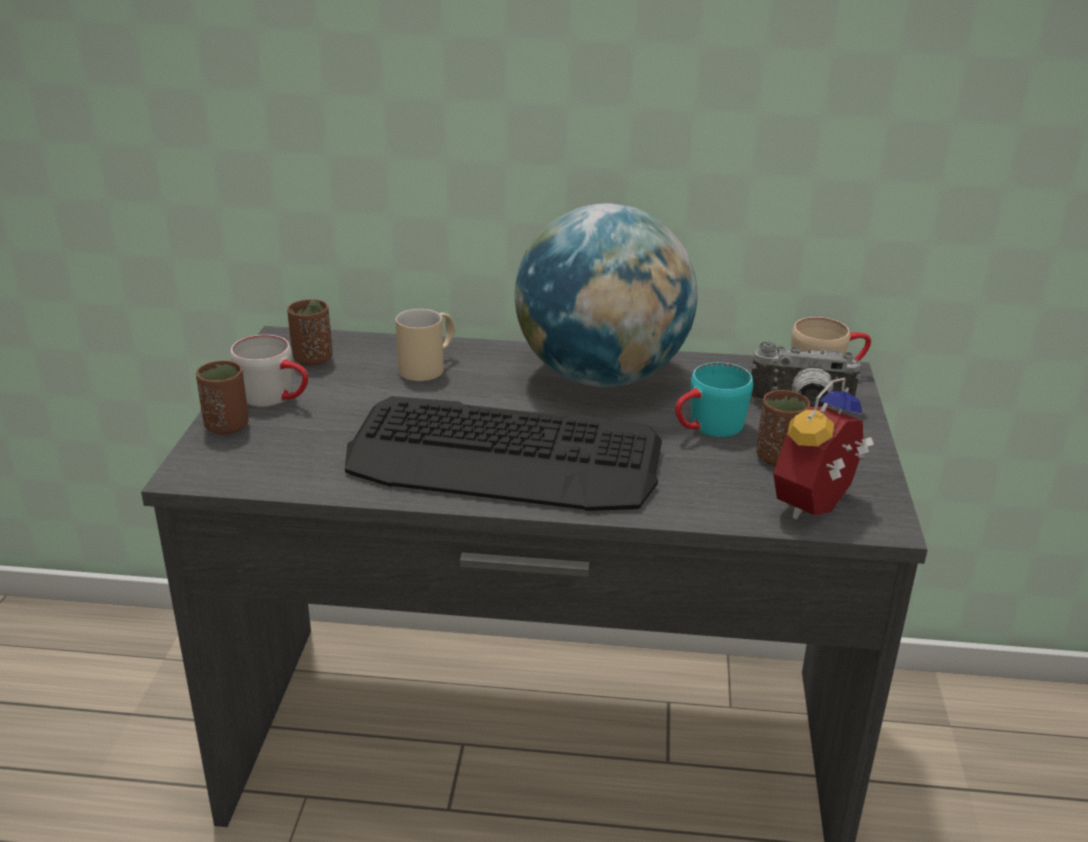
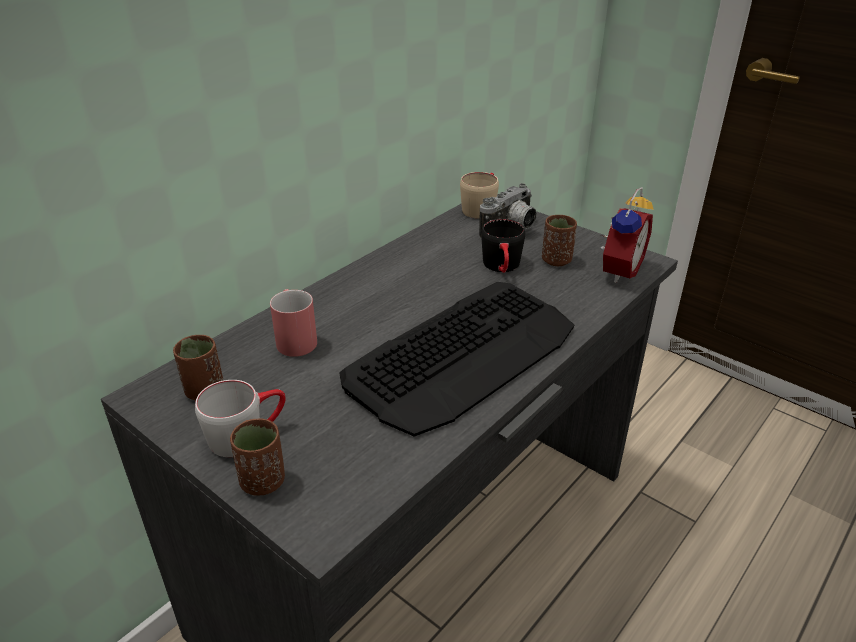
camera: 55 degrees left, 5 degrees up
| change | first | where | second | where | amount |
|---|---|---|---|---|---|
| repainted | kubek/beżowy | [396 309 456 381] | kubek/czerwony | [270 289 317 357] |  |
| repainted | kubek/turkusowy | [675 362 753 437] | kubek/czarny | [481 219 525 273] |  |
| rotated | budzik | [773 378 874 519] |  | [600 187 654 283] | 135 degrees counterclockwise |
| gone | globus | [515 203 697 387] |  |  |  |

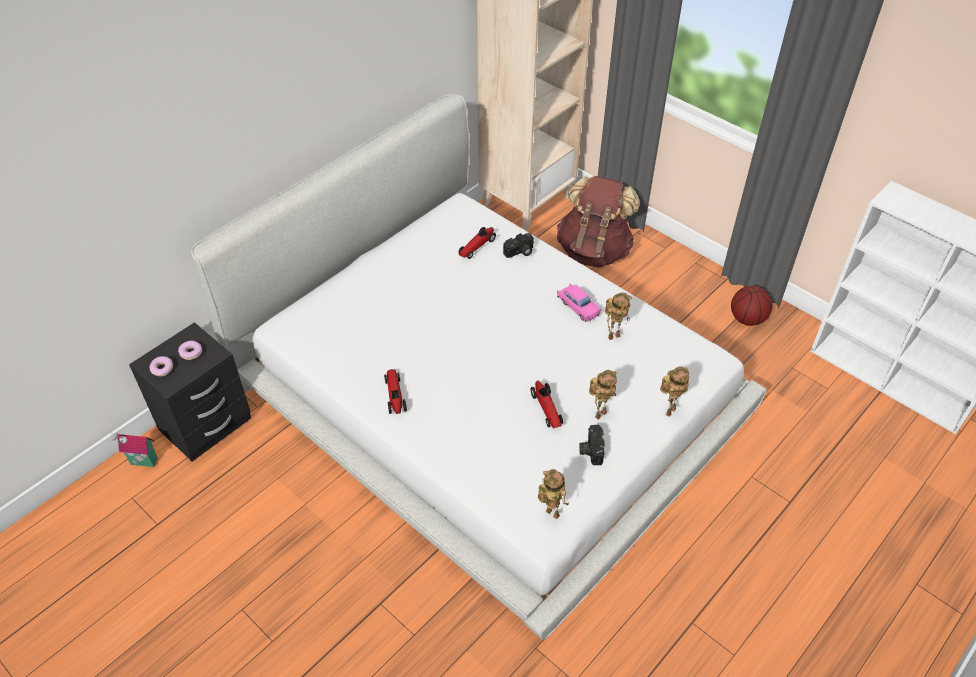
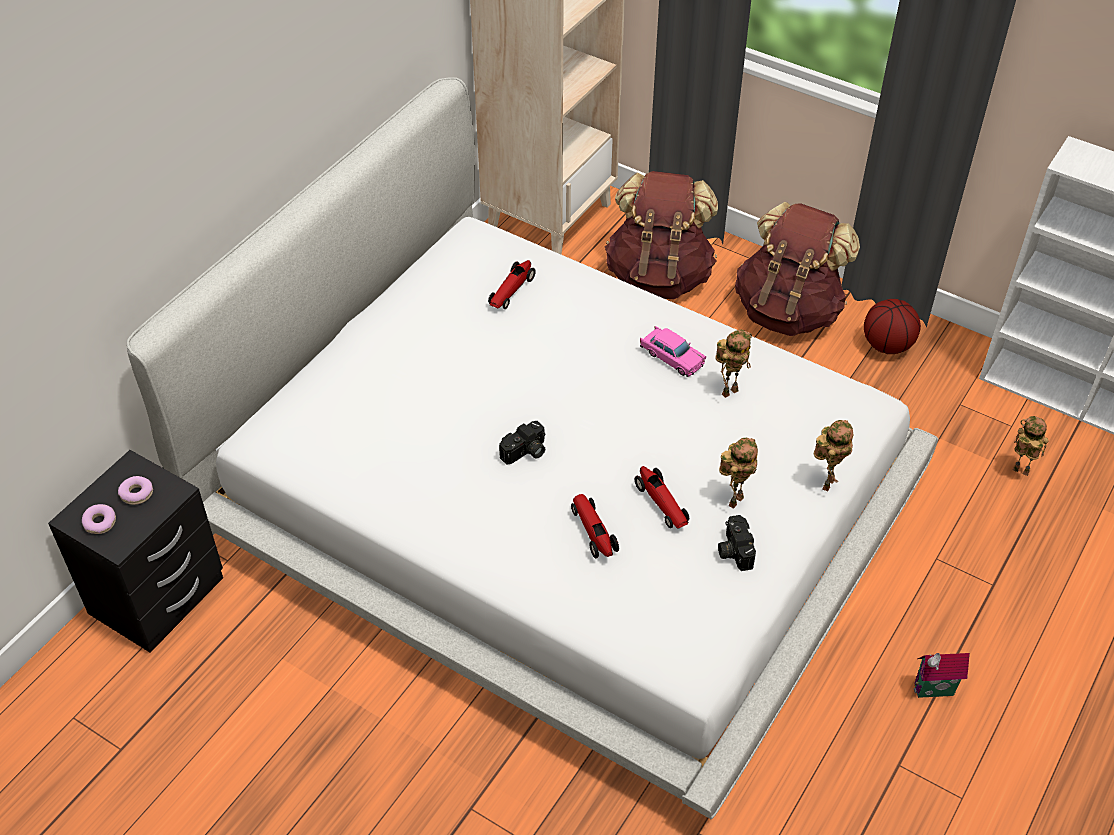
camera: 10 degrees left, 0 degrees up
| change | first | where | second | where | amount |
|---|---|---|---|---|---|
| shifted | aparat fotograficzny | [503 233 534 258] |  | [499 421 545 465] |  |
| shifted | samochodzik | [384 369 407 414] |  | [571 494 619 558] |  |
| new |  |  | plecak/brązowy | [735 202 860 336] |  |
| shifted | domek | [111 433 158 467] |  | [914 653 970 698] |  |
| shifted | robot zabawkowy | [538 469 569 519] |  | [1013 416 1049 476] |  |

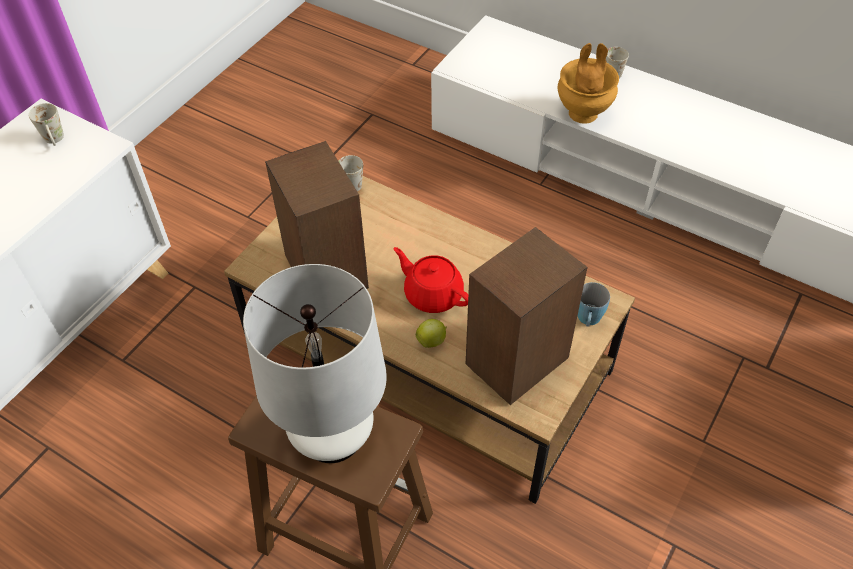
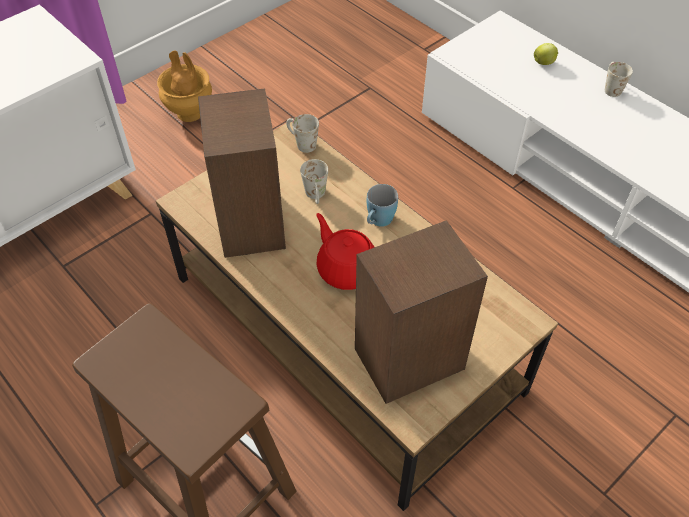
camera: 15 degrees right, 0 degrees up
| change | first | where | second | where | amount |
|---|---|---|---|---|---|
| shifted | wazon/brązowy | [558 43 619 124] |  | [157 50 212 122] |  |
| shifted | kubek/biały | [28 103 64 146] |  | [300 159 328 204] |  |
| shifted | kubek/niebieski | [578 282 610 327] |  | [367 184 398 227] |  |
| shifted | jabłko | [416 319 447 348] |  | [534 43 559 65] |  |
| gone | lampa stołowa/biały | [243 264 387 463] |  |  |  |

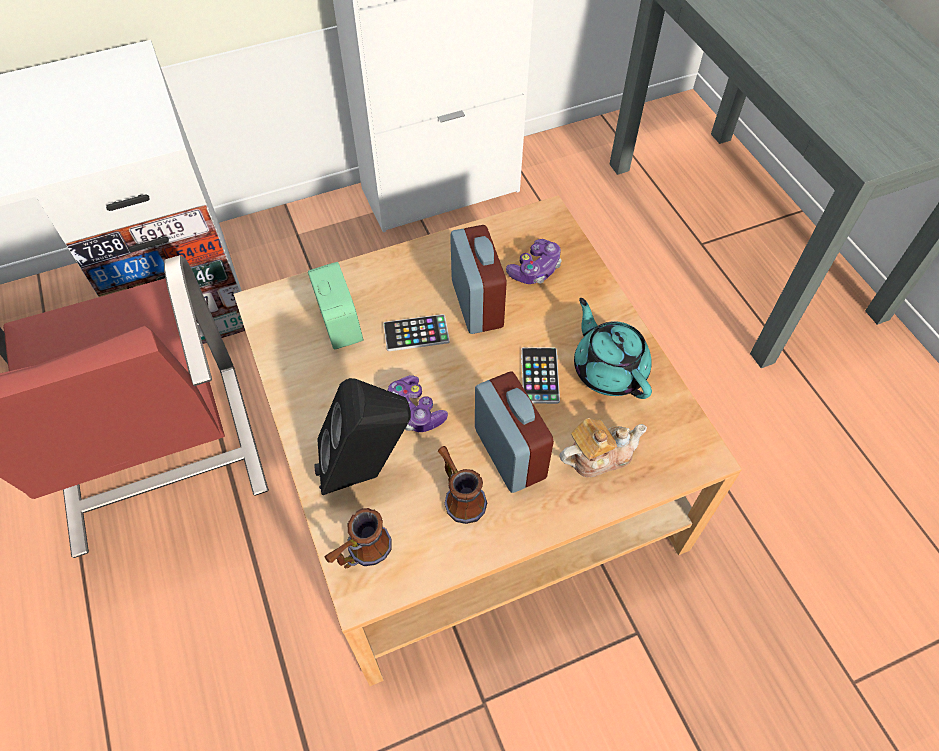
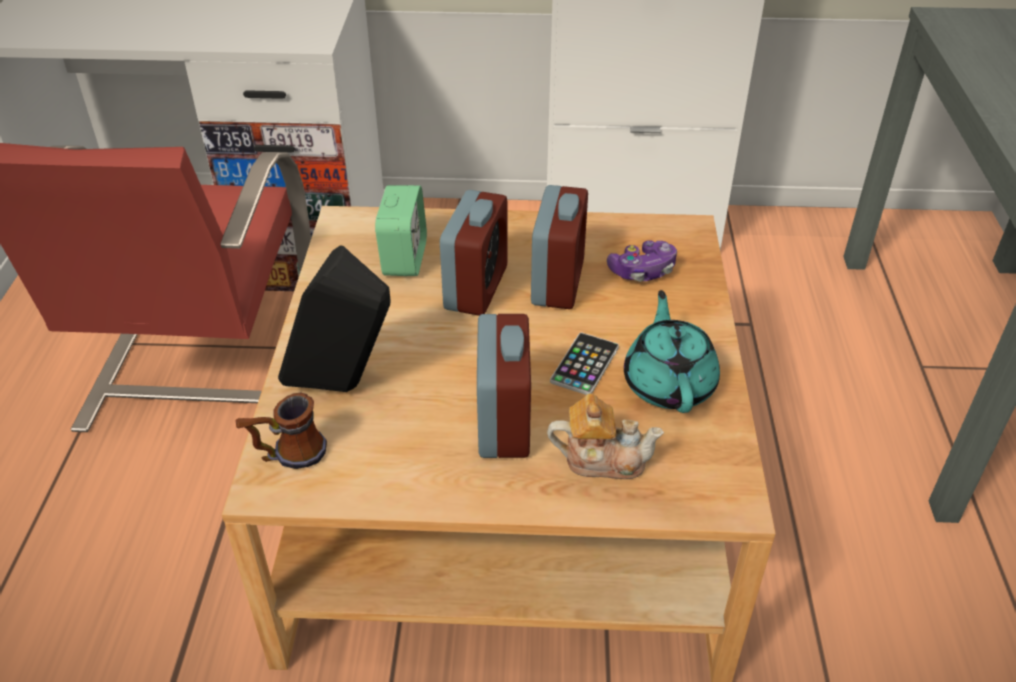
camera: 25 degrees right, 15 degrees down
| change | first | where | second | where | amount |
|---|---|---|---|---|---|
| swapped | telefon | [383 314 450 351] | budzik | [440 190 508 316] |  |
| gone | pad do gier | [388 375 448 432] |  |  |  |
| gone | kubek | [438 446 487 524] |  |  |  |

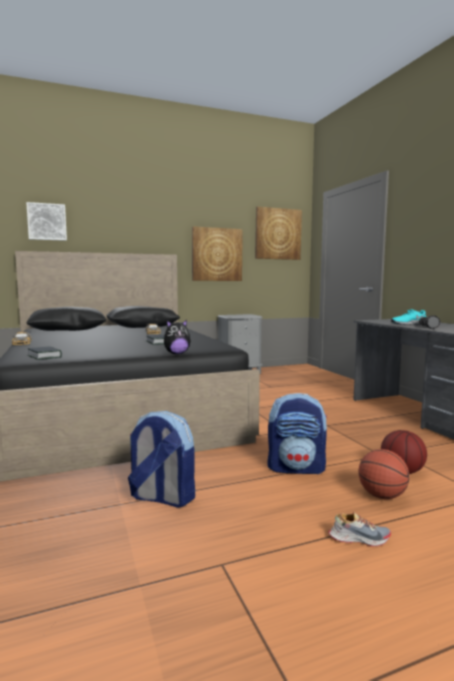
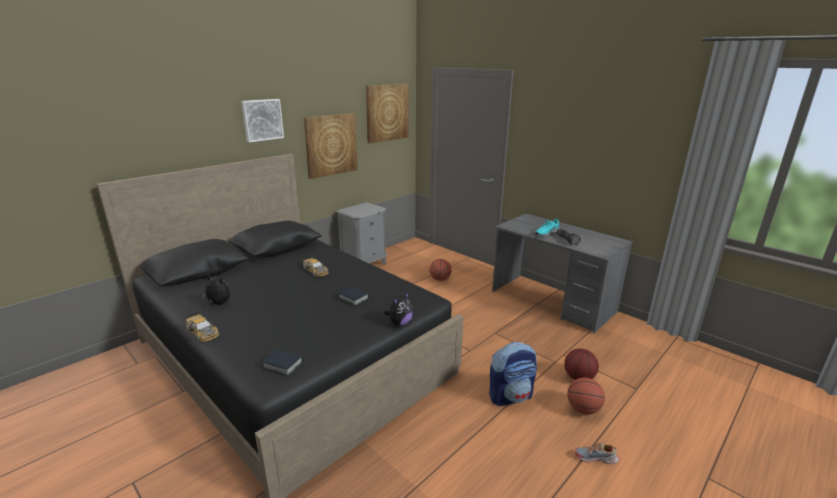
camera: 25 degrees left, 15 degrees up
| change | first | where | second | where | amount |
|---|---|---|---|---|---|
| new |  |  | pluszak | [201 275 230 306] |  |
| shifted | obraz | [26 202 67 241] |  | [241 99 284 142] |  |
| new |  |  | piłka do koszykówki | [429 259 452 281] |  |
| rotated | but | [328 512 391 547] |  | [575 442 619 464] | 150 degrees counterclockwise |
| gone | plecak | [128 411 195 507] |  |  |  |

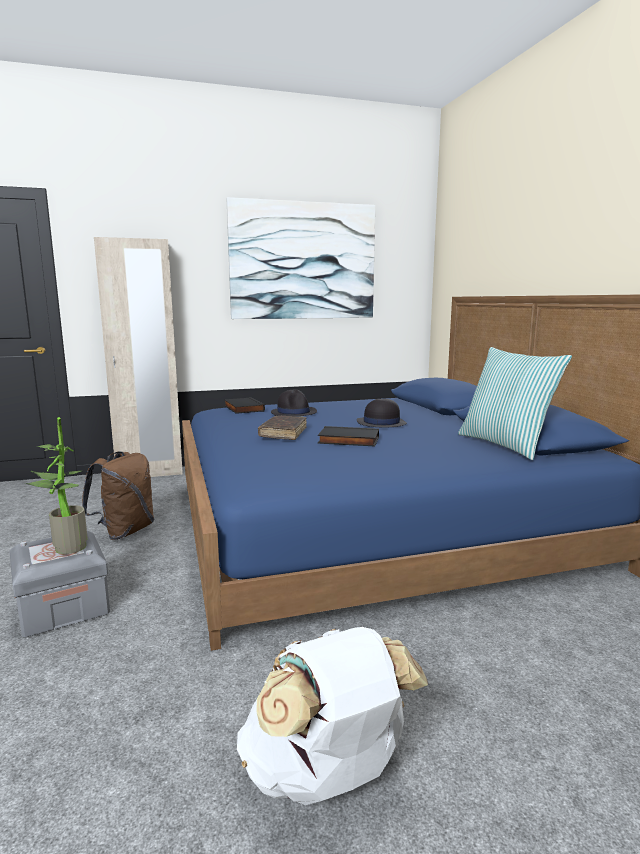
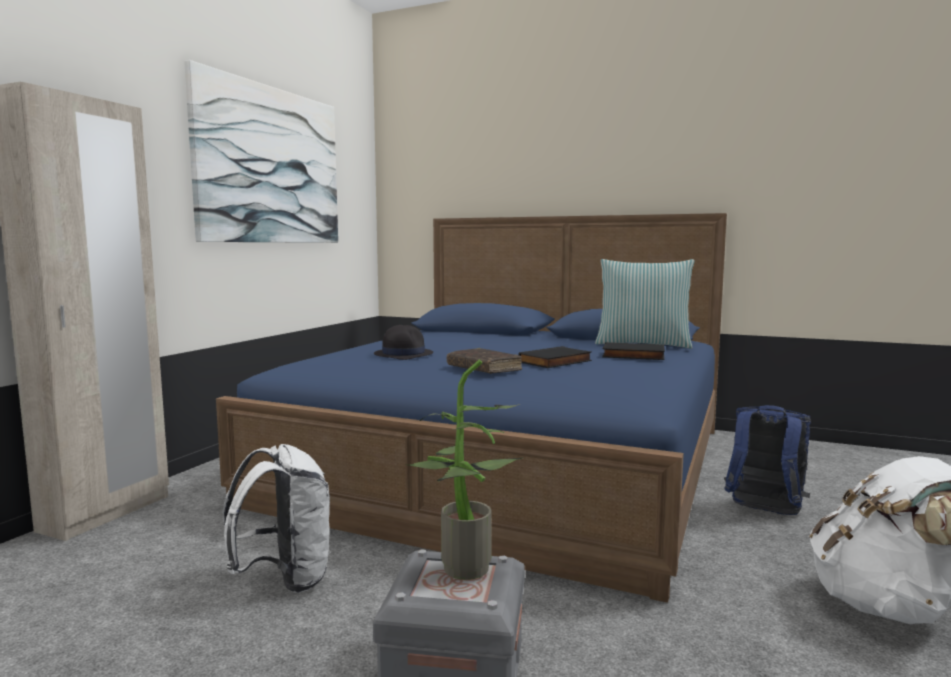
camera: 50 degrees left, 5 degrees down
| change | first | where | second | where | amount |
|---|---|---|---|---|---|
| repainted | plecak/brązowy | [82 451 154 540] | plecak/biały | [223 444 331 593] |  |
| shifted | książka/czarny | [224 397 265 414] |  | [602 342 665 360] |  |
| new |  |  | plecak/niebieski | [724 405 811 515] |  |
| gone | kapelusz/czarny | [356 398 407 427] |  |  |  |

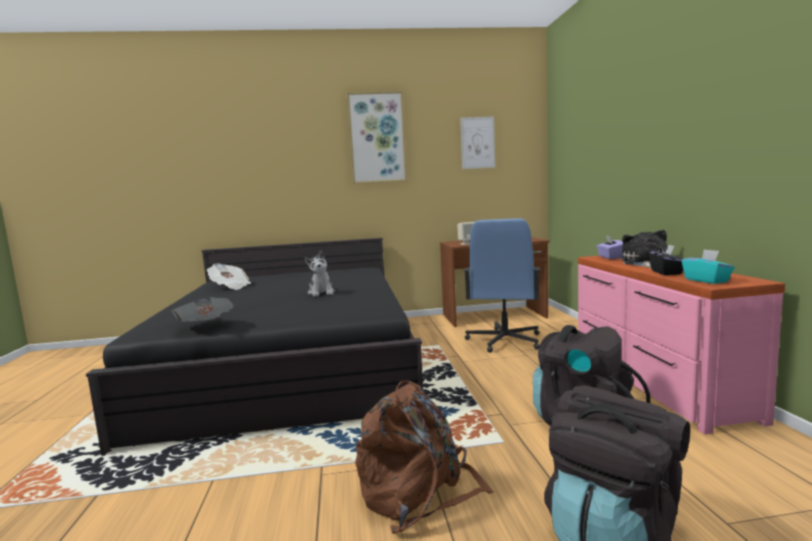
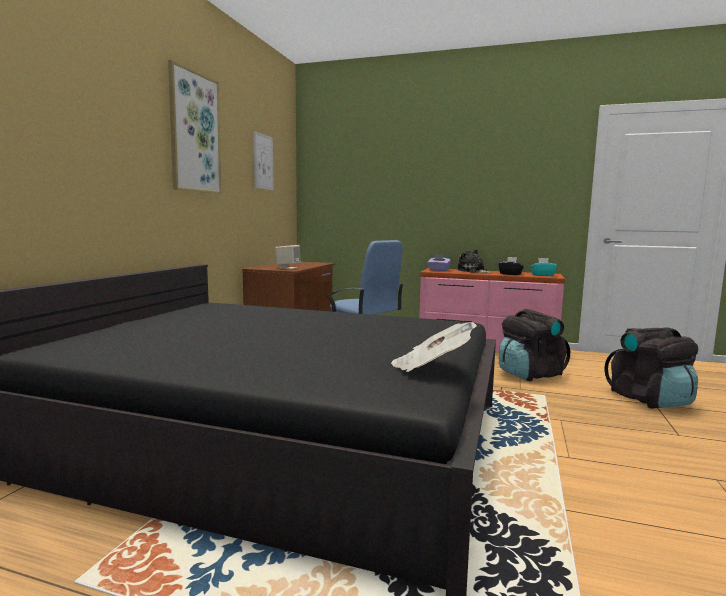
camera: 65 degrees left, 0 degrees up
| change | first | where | second | where | amount |
|---|---|---|---|---|---|
| gone | gazeta | [207 264 251 290] |  |  |  |
| gone | pluszak | [304 251 335 297] |  |  |  |
| gone | plecak/brązowy | [355 380 494 534] |  |  |  |

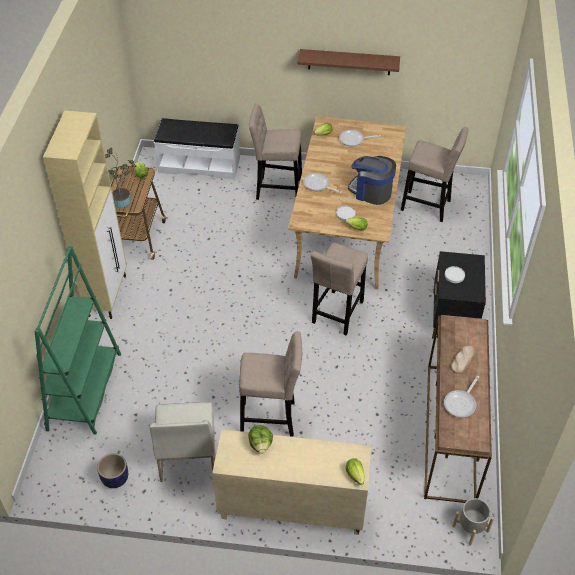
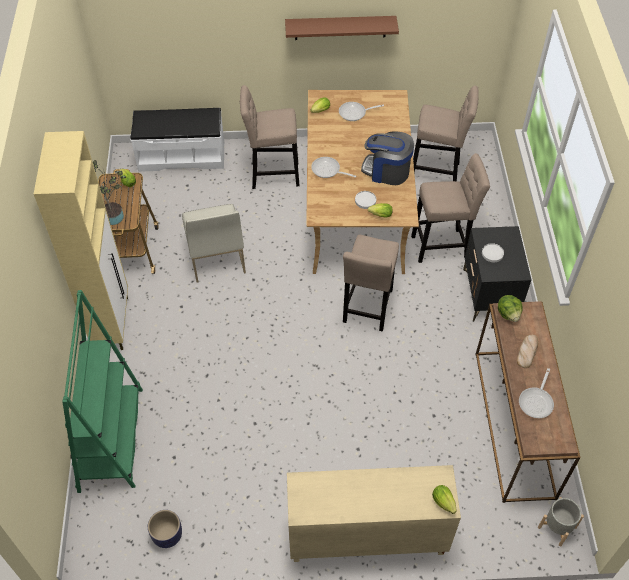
camera: 10 degrees left, 5 degrees up
| change | first | where | second | where | amount |
|---|---|---|---|---|---|
| shifted | krzesło/biały | [150 402 215 482] |  | [182 204 246 283] |  |
| shifted | stołek/beżowy | [239 331 303 436] |  | [411 153 490 263] |  |
| shifted | sałata | [249 425 273 454] |  | [498 295 523 322] |  |

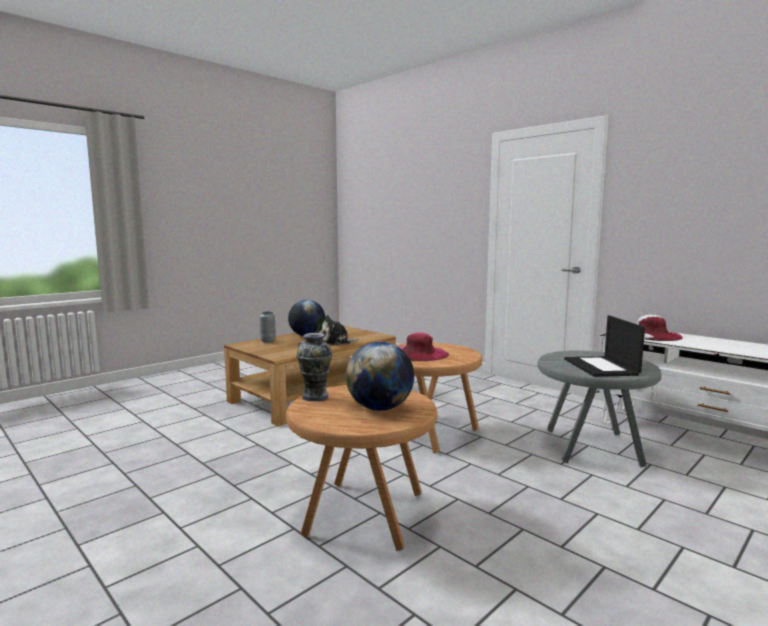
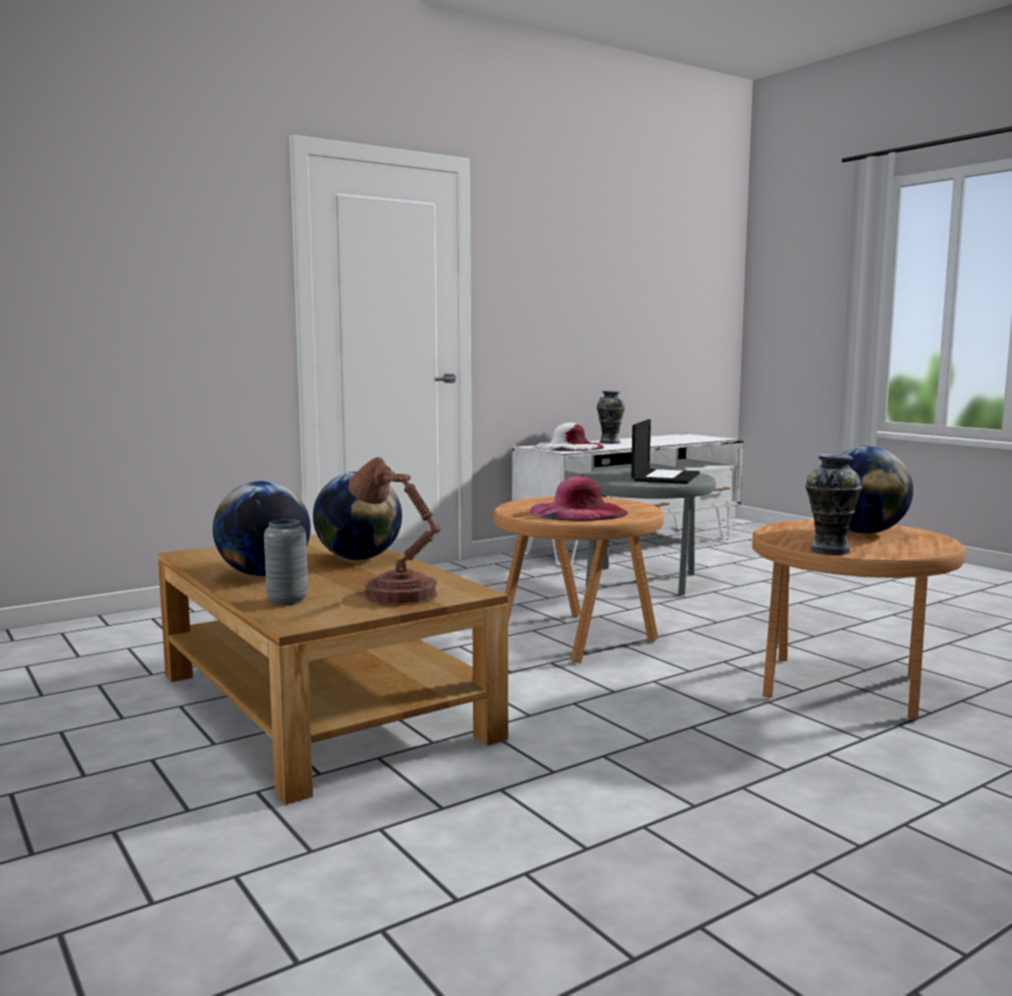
camera: 80 degrees left, 0 degrees up
| change | first | where | second | where | amount |
|---|---|---|---|---|---|
| swapped | pluszak | [321 315 359 345] | globus | [313 472 402 560] |  |
| new |  |  | lampa stołowa/brązowy | [349 457 441 606] |  |
| new |  |  | wazon | [597 391 625 444] |  |
| rotated | laptop | [564 315 645 377] |  | [631 419 700 484] | 75 degrees counterclockwise |

